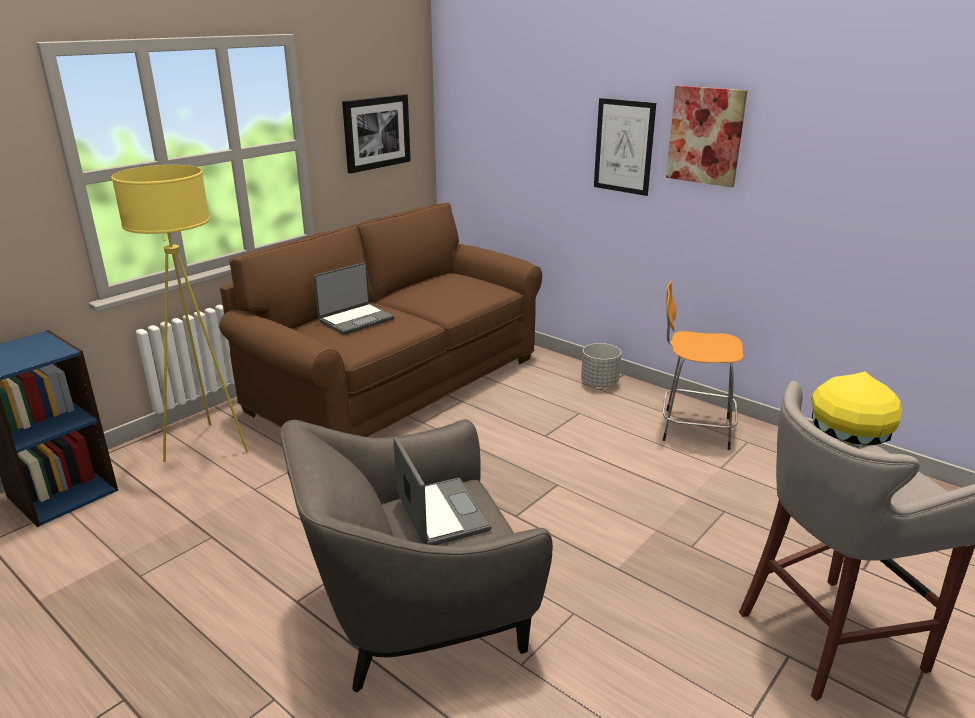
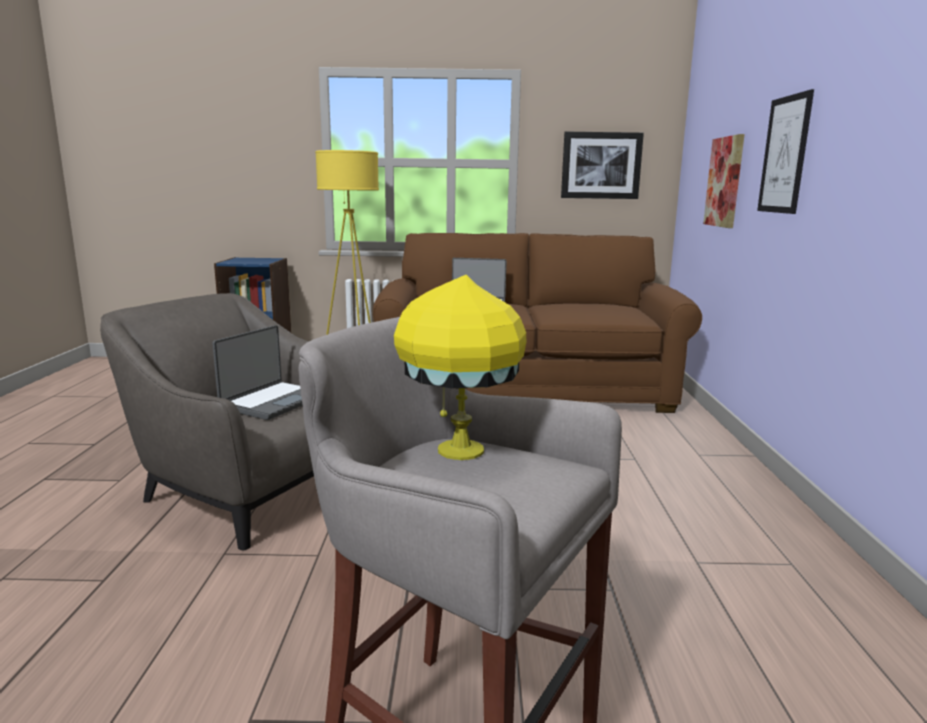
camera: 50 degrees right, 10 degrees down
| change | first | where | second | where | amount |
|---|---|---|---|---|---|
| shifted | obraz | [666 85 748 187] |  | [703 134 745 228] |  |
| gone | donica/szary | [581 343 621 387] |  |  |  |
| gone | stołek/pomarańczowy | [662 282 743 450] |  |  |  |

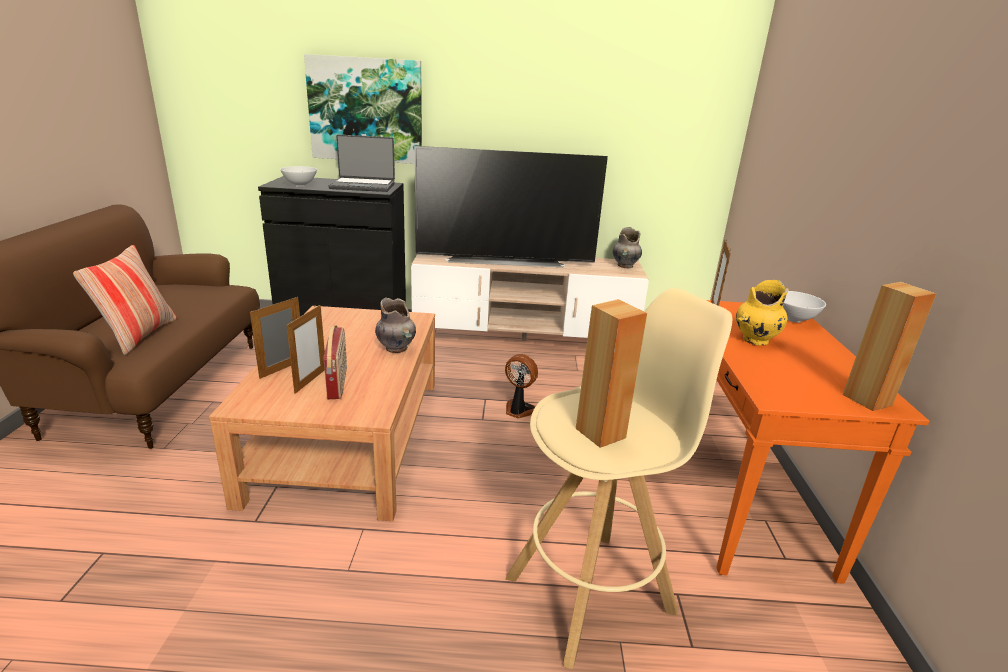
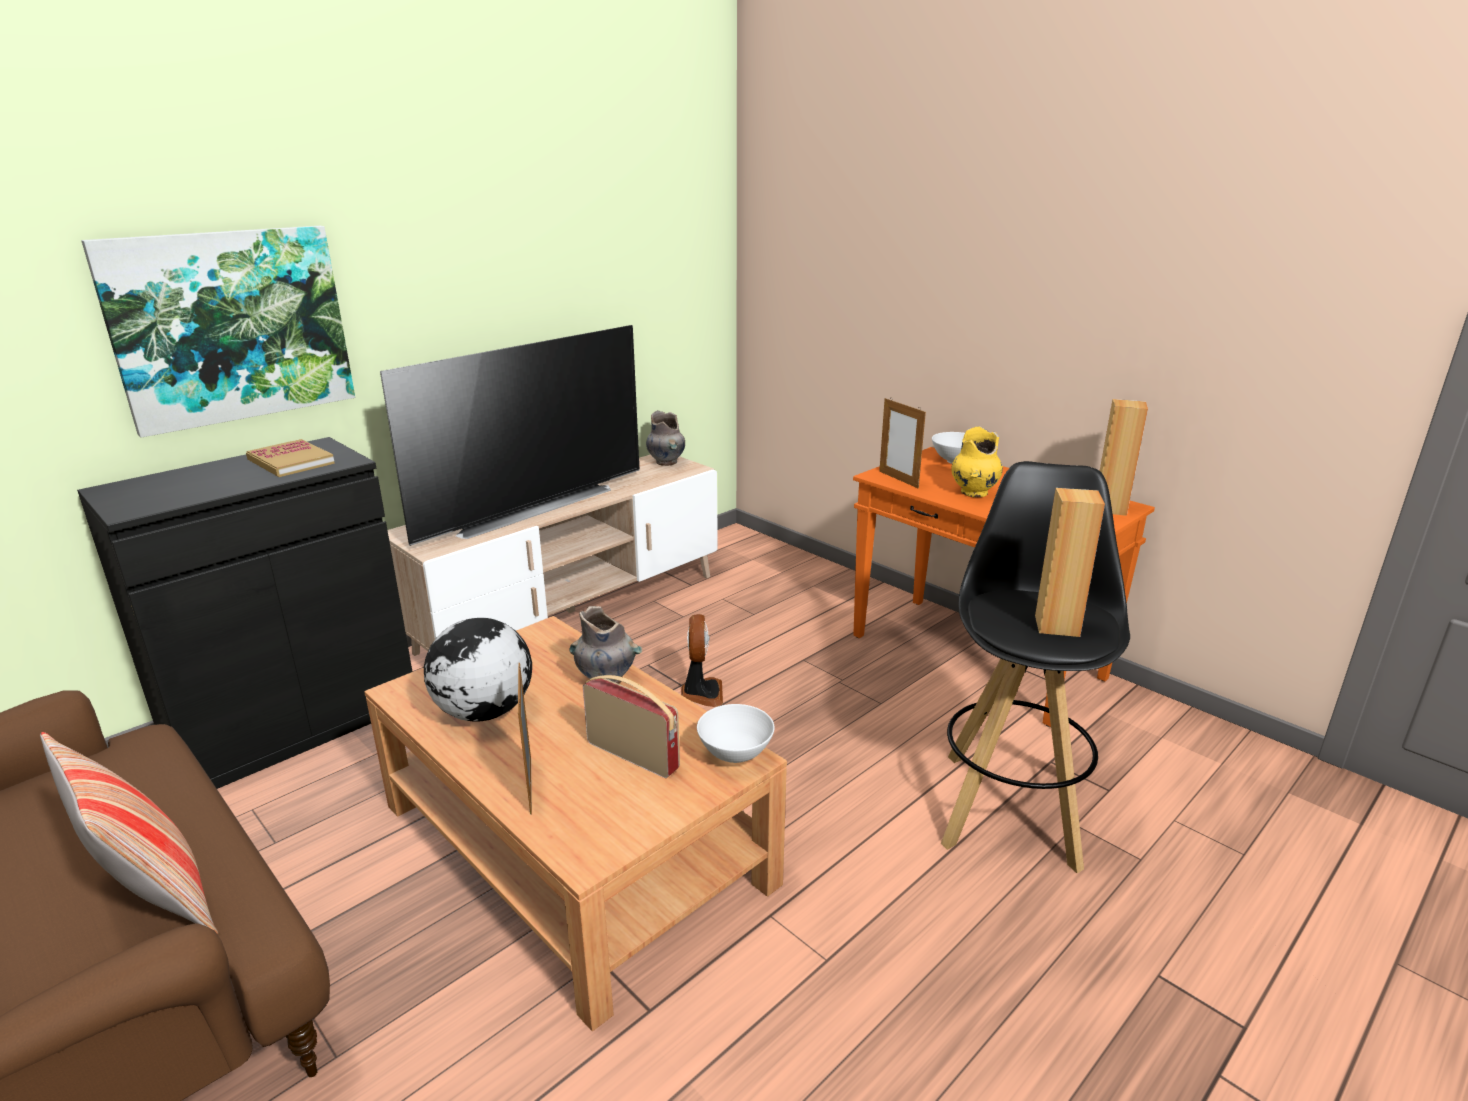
camera: 45 degrees left, 0 degrees up
| change | first | where | second | where | amount |
|---|---|---|---|---|---|
| swapped | laptop | [328 134 395 192] | książka | [246 439 335 477] |  |
| new |  |  | globus | [424 618 532 722] |  |
| rotated | wentylator | [505 354 538 419] |  | [681 614 723 707] | 105 degrees clockwise |
| shifted | miska/biały | [280 166 317 187] |  | [697 704 774 763] |  |
| repainted | stołek/beżowy | [505 288 732 669] | stołek/czarny | [941 461 1130 873] |  |
| gone | ramka na zdjęcie | [286 305 325 394] |  |  |  |

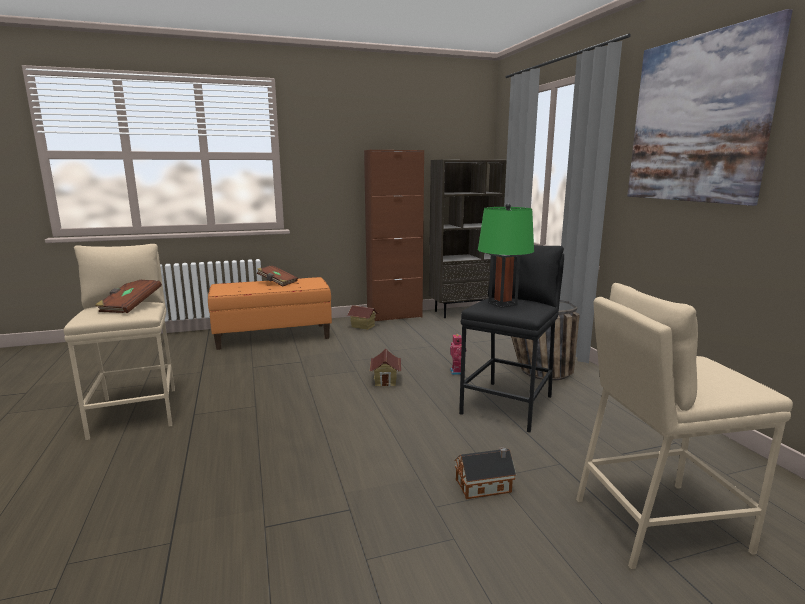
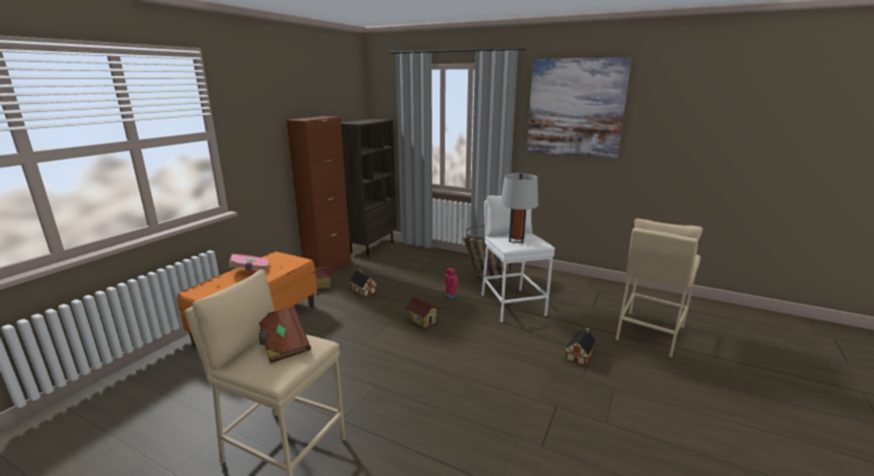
camera: 45 degrees left, 5 degrees up
| change | first | where | second | where | amount |
|---|---|---|---|---|---|
| repainted | książka/brązowy | [257 265 298 287] | książka/różowy | [229 253 269 272] |  |
| new |  |  | domek | [349 269 377 297] |  |
| repainted | stołek/czarny | [459 245 564 433] | stołek/biały | [481 195 555 322] |  |
| repainted | lampa stołowa/zielony | [478 203 534 308] | lampa stołowa/szary | [500 173 538 243] |  |

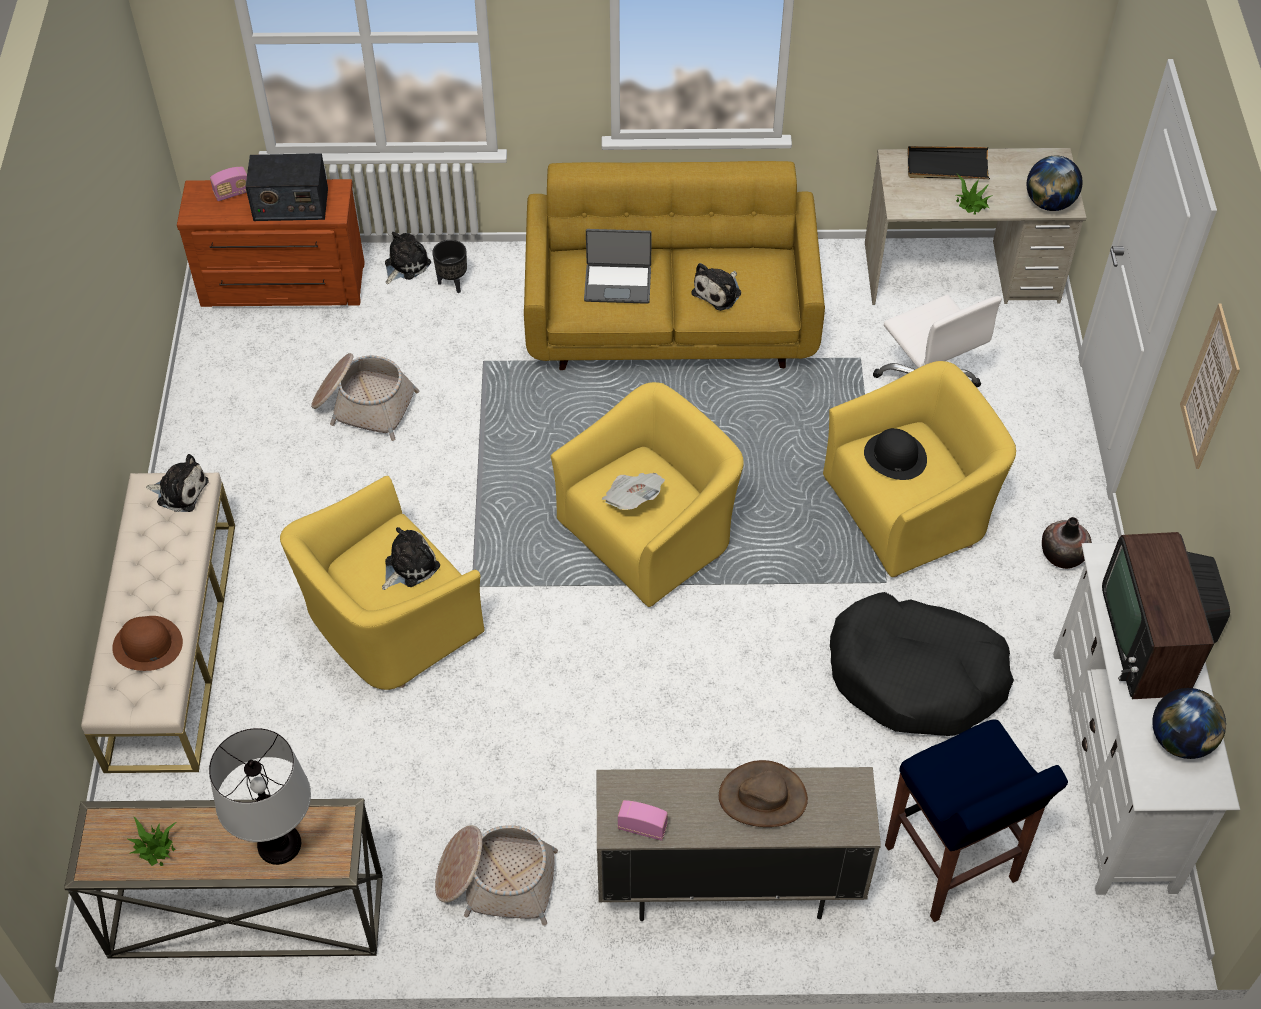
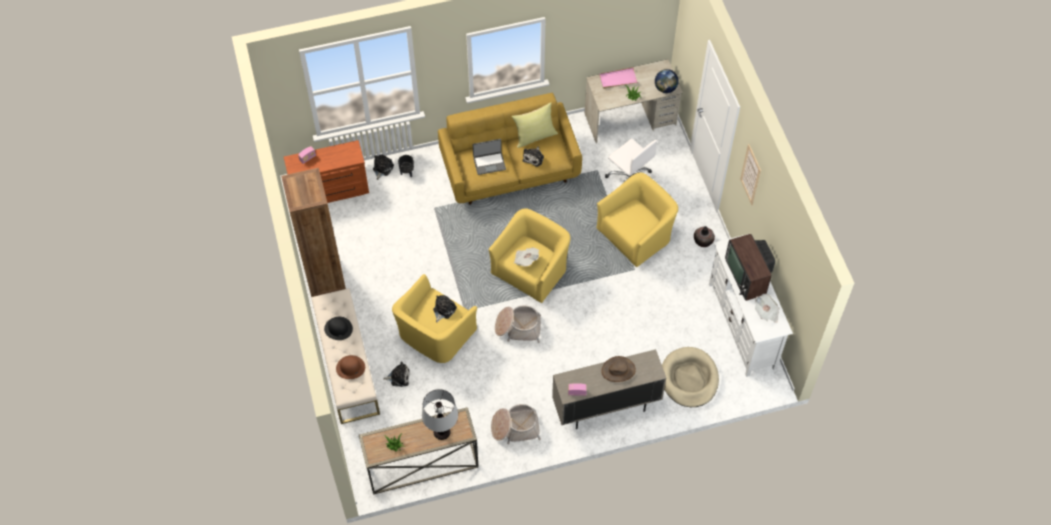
camera: 15 degrees left, 5 degrees up
| change | first | where | second | where | amount |
|---|---|---|---|---|---|
| new |  |  | regał/brązowy | [281 168 346 297] |  |
| shifted | kapelusz/czarny | [864 428 927 480] |  | [324 317 353 340] |  |
| shifted | pluszak | [145 454 209 512] |  | [383 362 410 387] |  |
| shifted | koszyk | [311 353 419 441] |  | [495 306 541 343] |  |
| new |  |  | poduszka/żółty | [512 102 558 148] |  |
| repainted | taca/czarny | [908 146 990 180] | taca/różowy | [599 67 638 89] |  |
| swapped | stołek/niebieski | [885 720 1068 922] | legowisko/beżowy | [662 347 719 407] |  |
| swapped | globus | [1152 688 1226 759] | gazeta | [755 294 780 323] |  |
| gone | radio | [245 153 328 221] |  |  |  |
| gone | legowisko/czarny | [830 592 1014 736] |  |  |  |

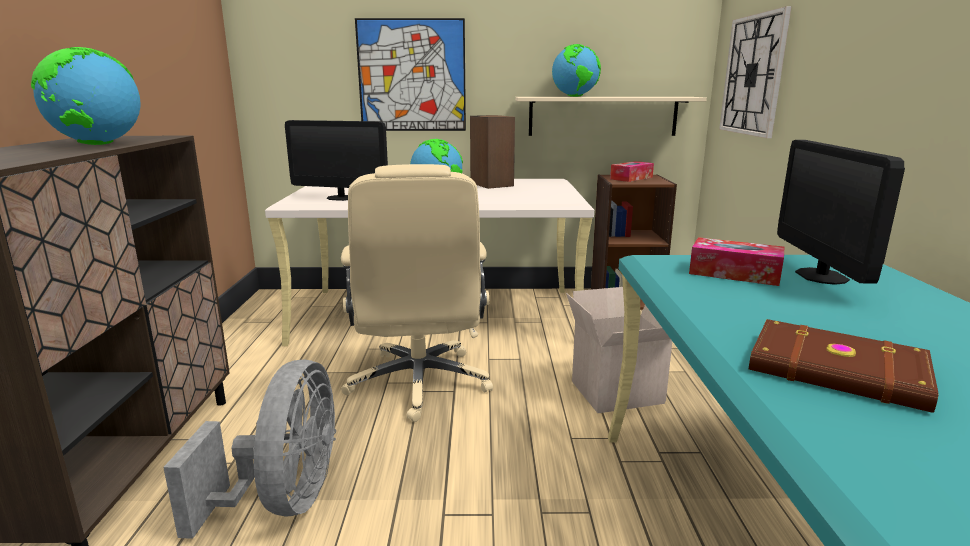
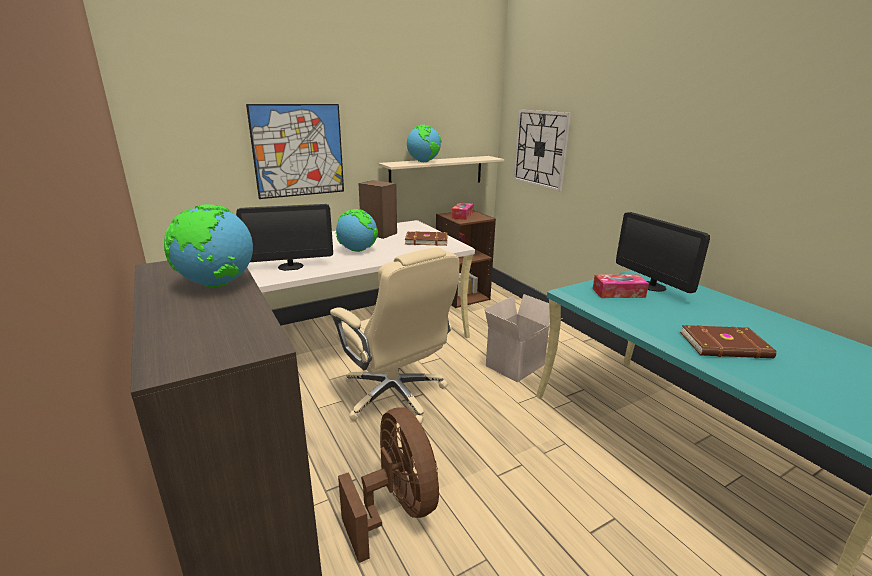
camera: 30 degrees left, 5 degrees up
| change | first | where | second | where | amount |
|---|---|---|---|---|---|
| repainted | wentylator/szary | [163 359 336 539] | wentylator/brązowy | [338 408 439 563] |  |
| new |  |  | książka/brązowy | [405 231 448 246] |  |

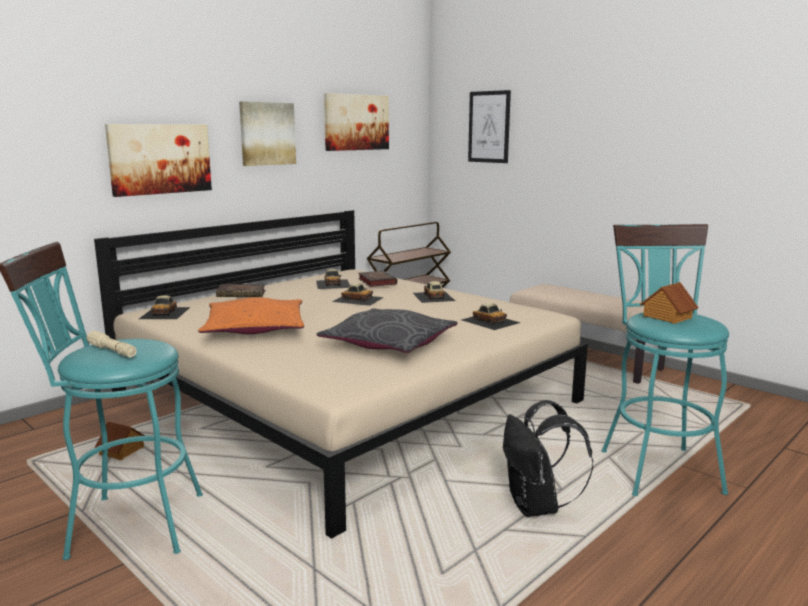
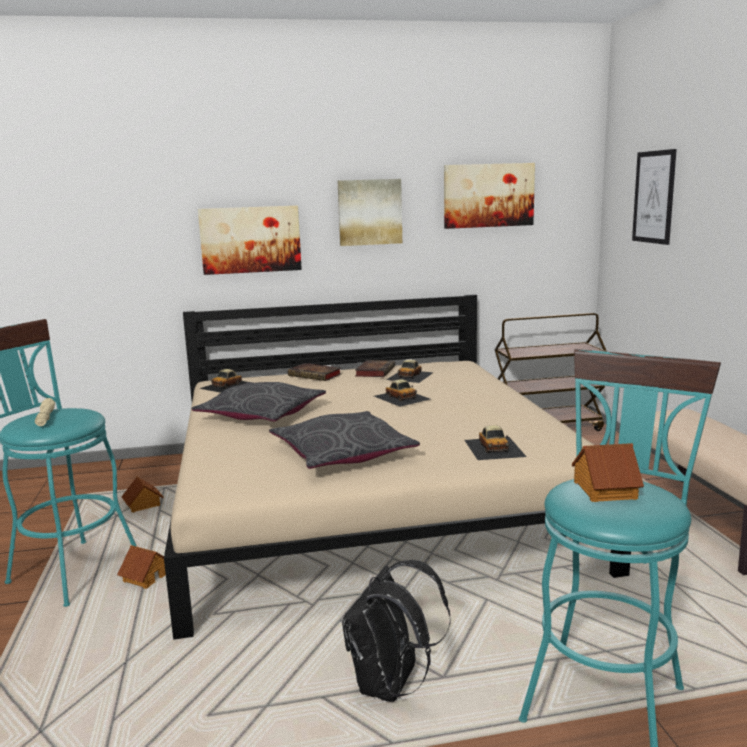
camera: 35 degrees right, 0 degrees up
| change | first | where | second | where | amount |
|---|---|---|---|---|---|
| new |  |  | domek | [117 545 166 589] |  |
| repainted | poduszka/pomarańczowy | [198 297 304 334] | poduszka/szary | [191 382 326 422] |  |
| shifted | książka | [358 271 397 287] |  | [355 360 395 377] |  |
| gone | samochodzik | [413 281 455 303] |  |  |  |

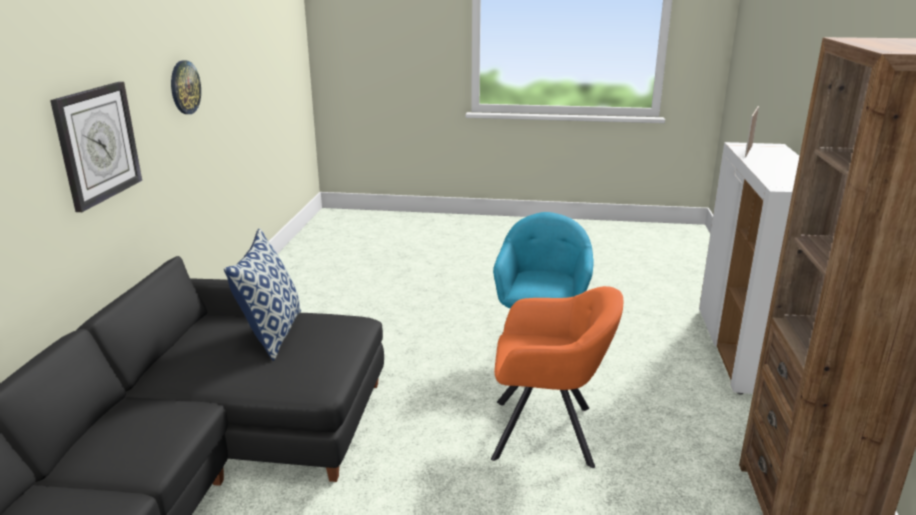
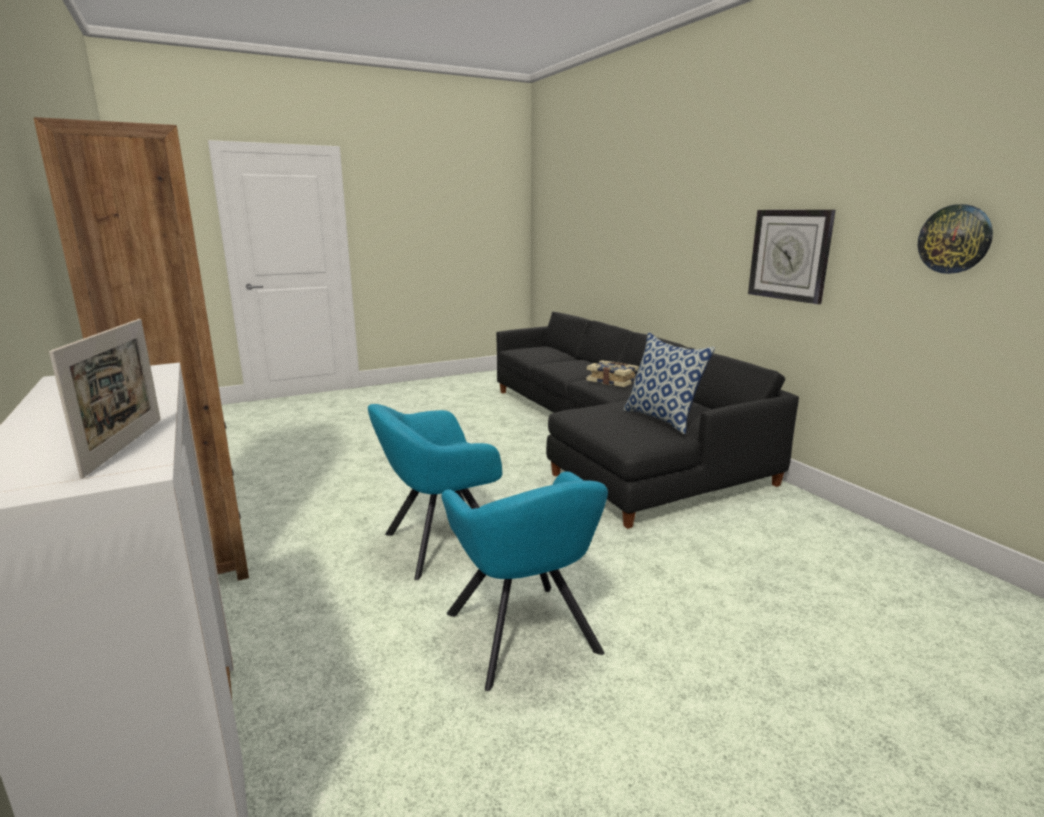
camera: 145 degrees right, 5 degrees down
| change | first | where | second | where | amount |
|---|---|---|---|---|---|
| repainted | fotel/pomarańczowy | [491 286 623 468] | fotel/turkusowy | [368 404 502 580] |  |
| new |  |  | książka | [586 360 639 387] |  |

